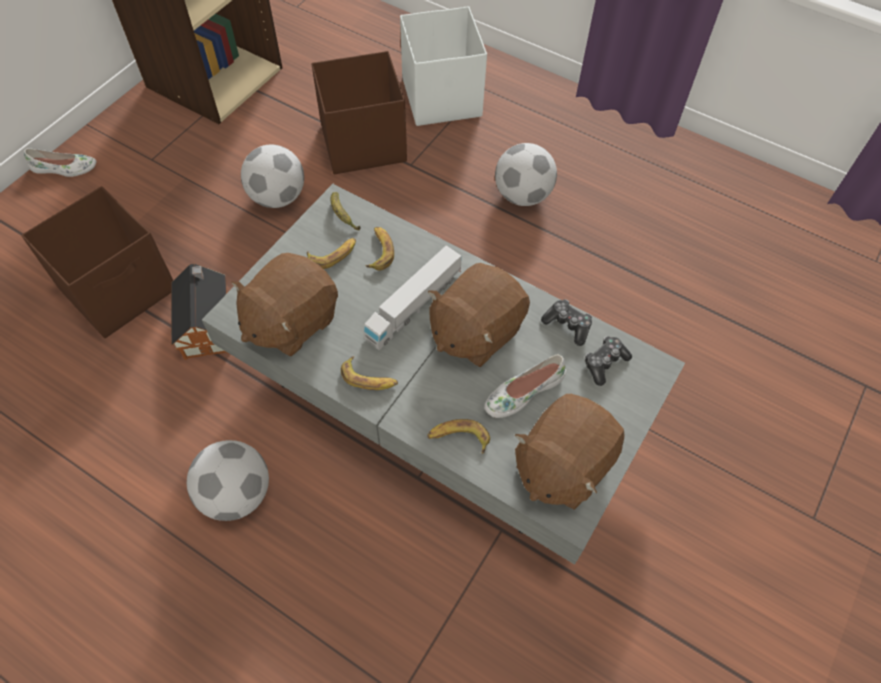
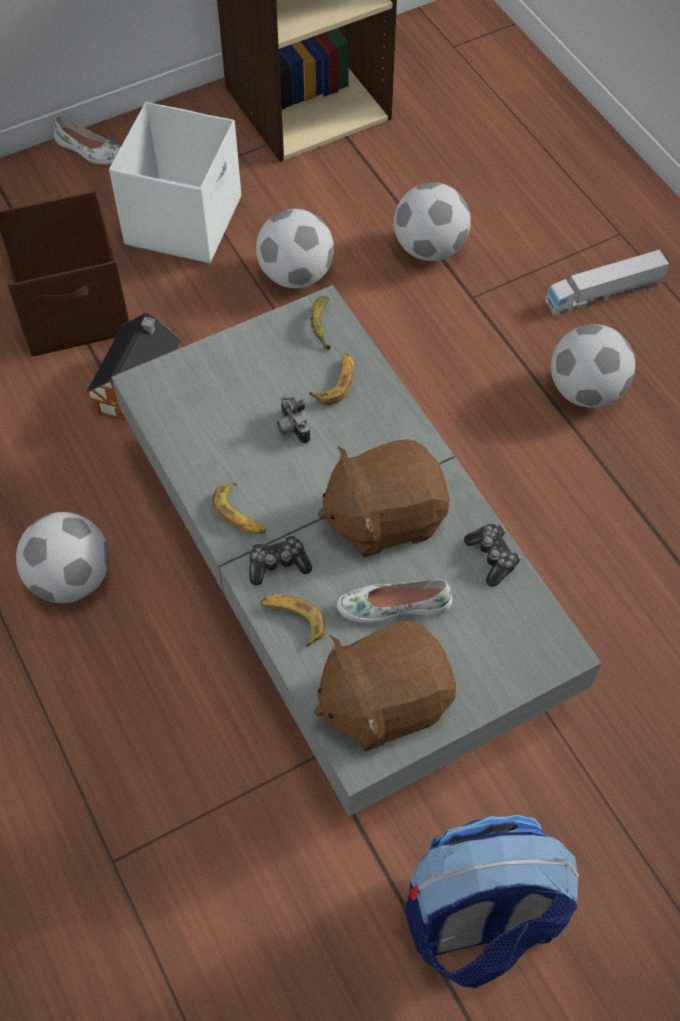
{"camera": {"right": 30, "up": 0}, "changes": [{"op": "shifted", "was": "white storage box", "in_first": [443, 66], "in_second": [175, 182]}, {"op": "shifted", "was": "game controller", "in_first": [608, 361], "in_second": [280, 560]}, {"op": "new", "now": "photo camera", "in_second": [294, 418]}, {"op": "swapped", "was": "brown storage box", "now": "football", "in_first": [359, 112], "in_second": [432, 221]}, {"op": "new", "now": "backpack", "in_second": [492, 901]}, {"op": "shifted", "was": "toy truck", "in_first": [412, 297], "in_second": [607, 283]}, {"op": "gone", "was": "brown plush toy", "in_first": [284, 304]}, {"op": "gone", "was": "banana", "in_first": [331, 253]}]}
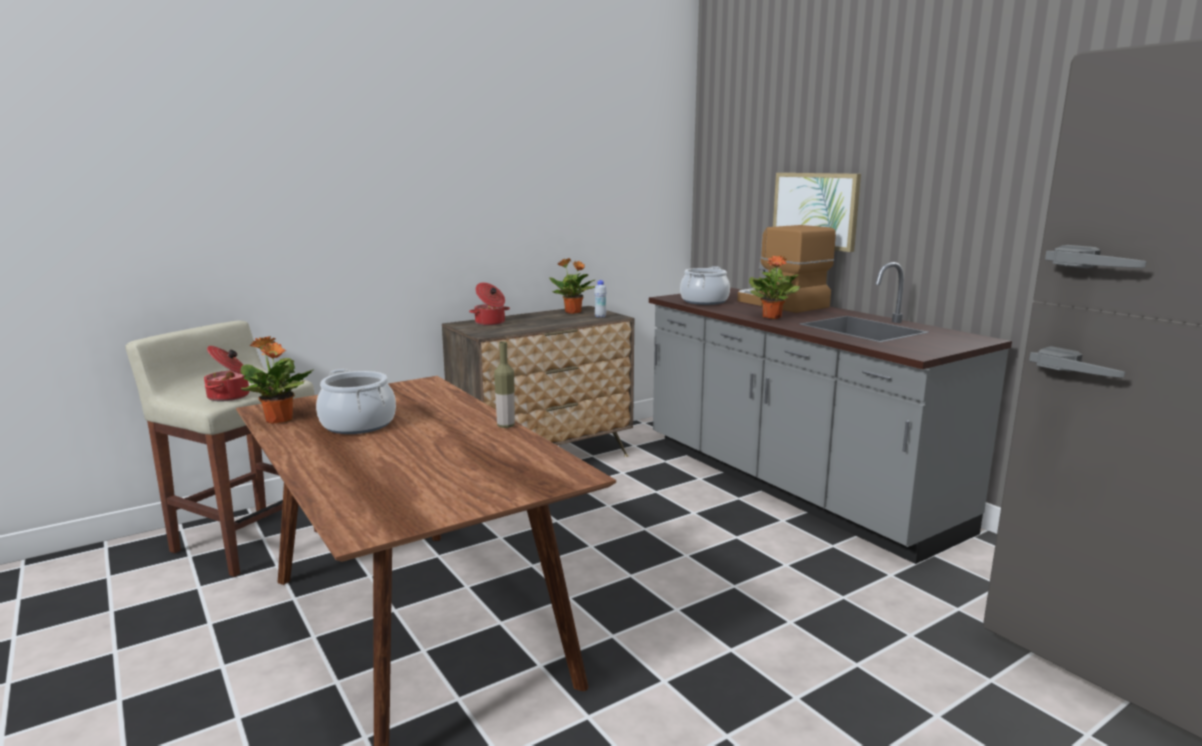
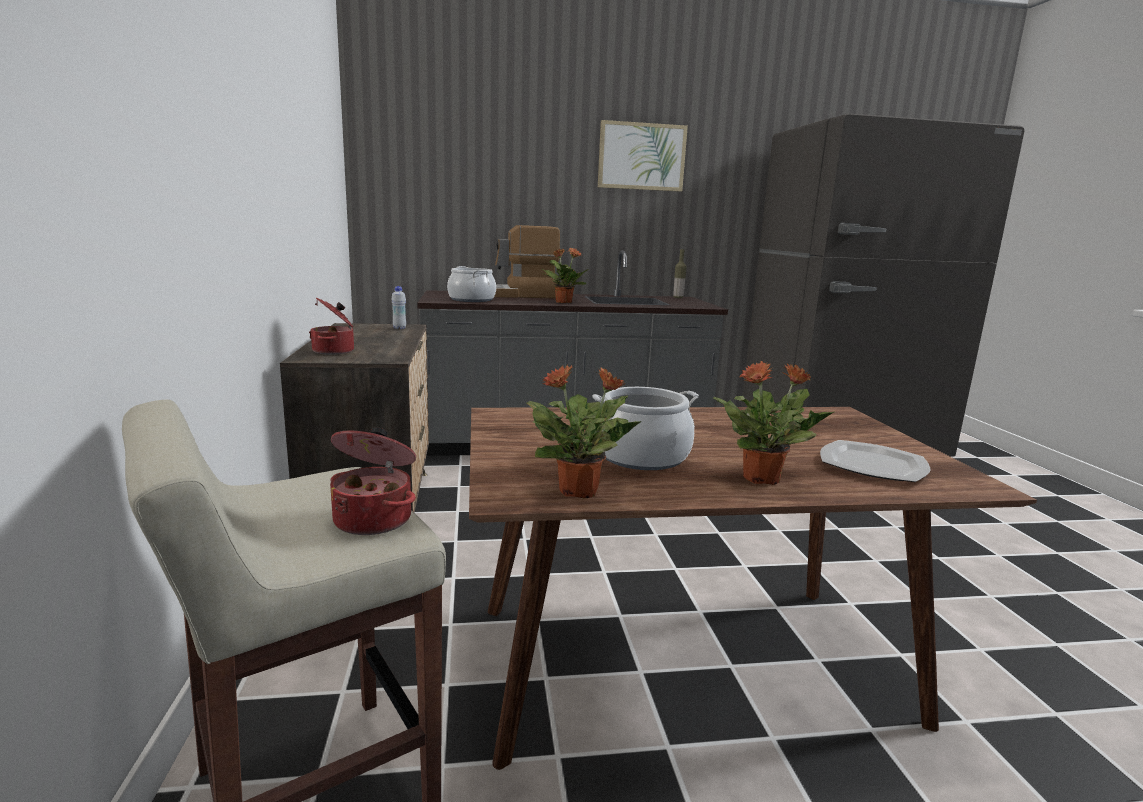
{"camera": {"right": -65, "up": 0}, "changes": [{"op": "shifted", "was": "picture", "in_first": [817, 212], "in_second": [643, 156]}, {"op": "shifted", "was": "bottle", "in_first": [504, 384], "in_second": [680, 273]}, {"op": "shifted", "was": "potted plant", "in_first": [572, 286], "in_second": [773, 423]}, {"op": "new", "now": "plate", "in_second": [875, 461]}]}
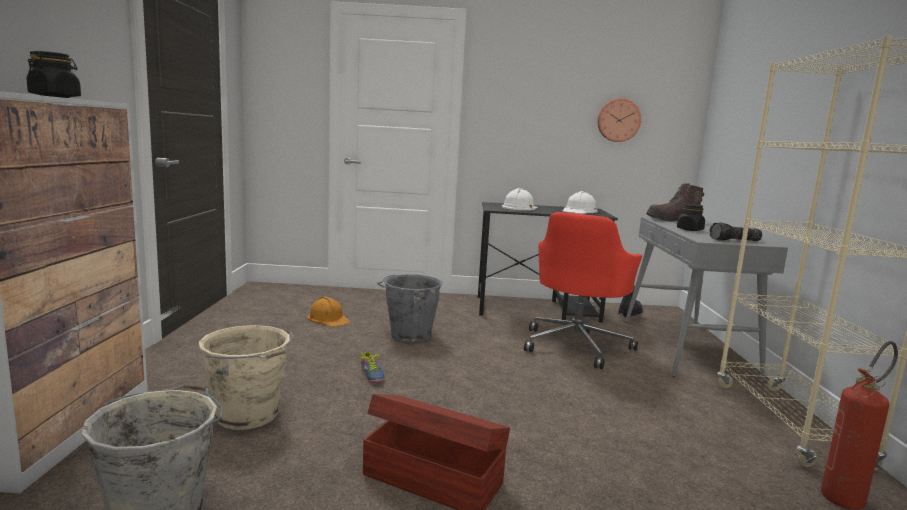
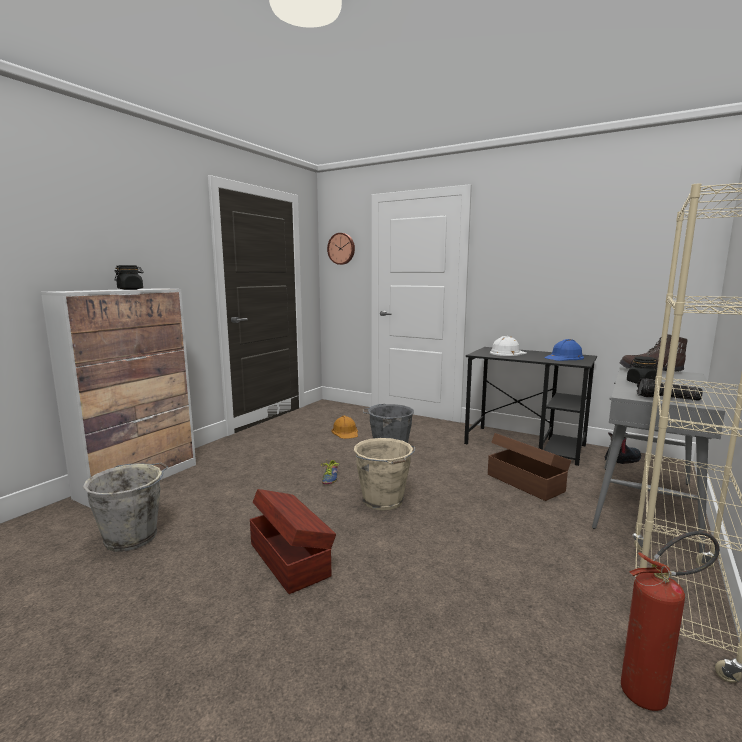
{"camera": {"right": 30, "up": 0}, "changes": [{"op": "shifted", "was": "wall clock", "in_first": [619, 120], "in_second": [341, 249]}, {"op": "shifted", "was": "beige bucket", "in_first": [245, 377], "in_second": [384, 474]}, {"op": "swapped", "was": "red office chair", "now": "brown storage box", "in_first": [583, 290], "in_second": [529, 467]}, {"op": "repainted", "was": "white hard hat", "now": "blue hard hat", "in_first": [580, 202], "in_second": [564, 350]}]}
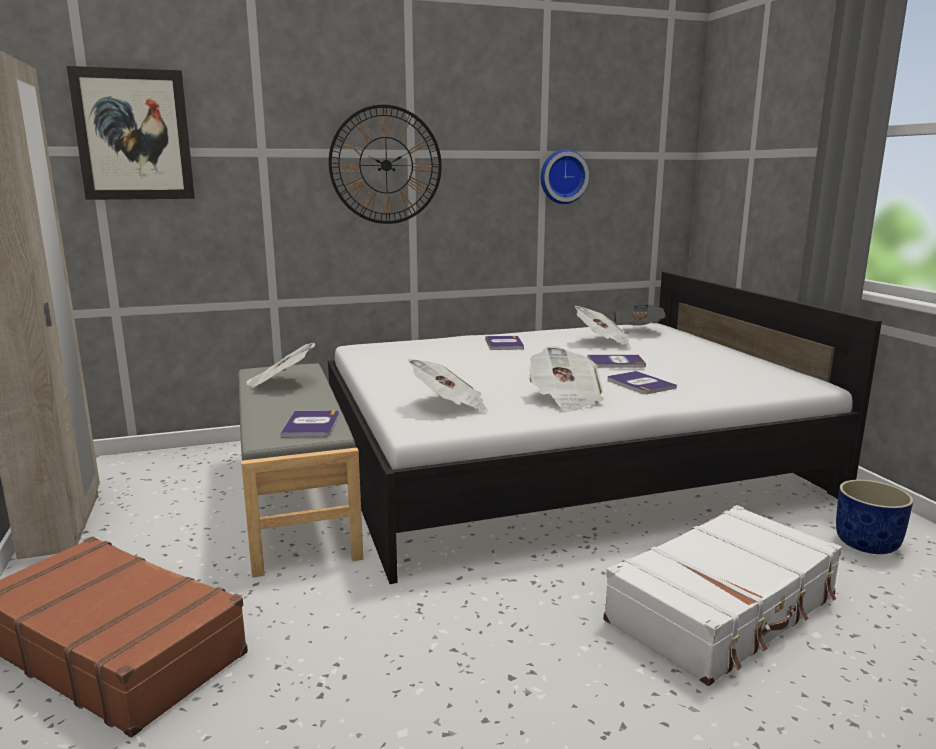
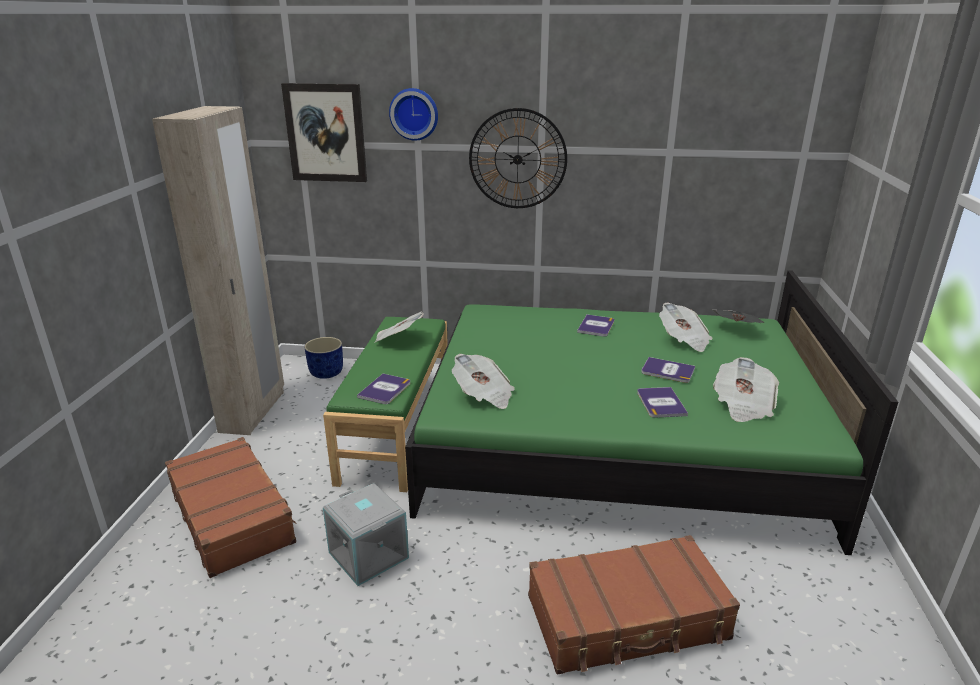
{"camera": {"right": 25, "up": 10}, "changes": [{"op": "shifted", "was": "blue planter", "in_first": [874, 517], "in_second": [323, 358]}, {"op": "repainted", "was": "grey bench", "now": "green bench", "in_first": [300, 470], "in_second": [385, 404]}, {"op": "new", "now": "grey storage box", "in_second": [366, 534]}, {"op": "shifted", "was": "wall clock", "in_first": [565, 176], "in_second": [413, 114]}, {"op": "repainted", "was": "white bed", "now": "green bed", "in_first": [605, 428], "in_second": [651, 412]}, {"op": "repainted", "was": "white suitcase", "now": "brown suitcase", "in_first": [722, 595], "in_second": [634, 605]}, {"op": "shifted", "was": "newspaper", "in_first": [566, 379], "in_second": [746, 389]}]}
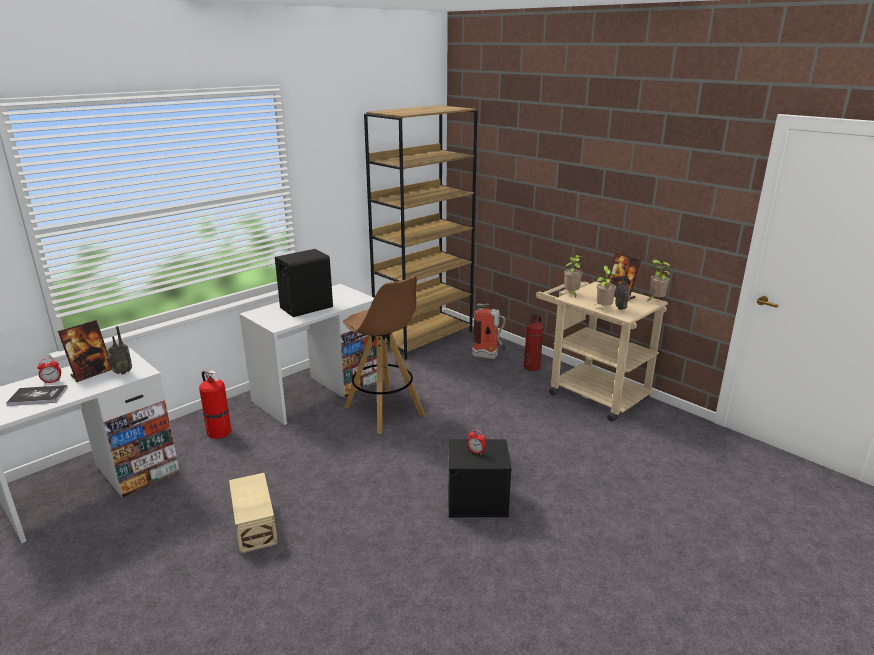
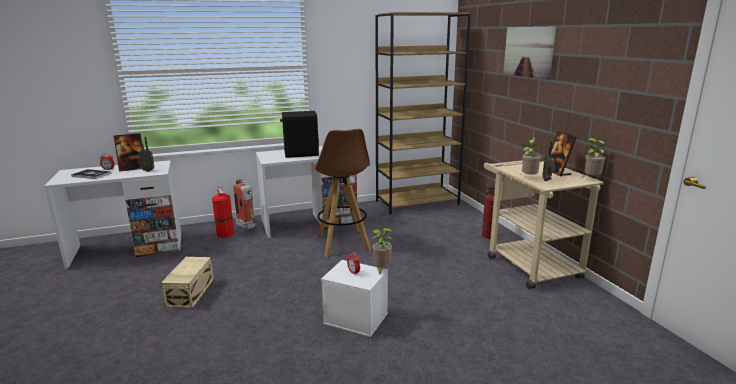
{"camera": {"right": 25, "up": -5}, "changes": [{"op": "shifted", "was": "fire extinguisher", "in_first": [490, 331], "in_second": [245, 204]}, {"op": "repainted", "was": "black storage box", "now": "white storage box", "in_first": [480, 478], "in_second": [354, 298]}, {"op": "shifted", "was": "potted plant", "in_first": [573, 276], "in_second": [382, 251]}, {"op": "new", "now": "picture", "in_second": [529, 53]}]}
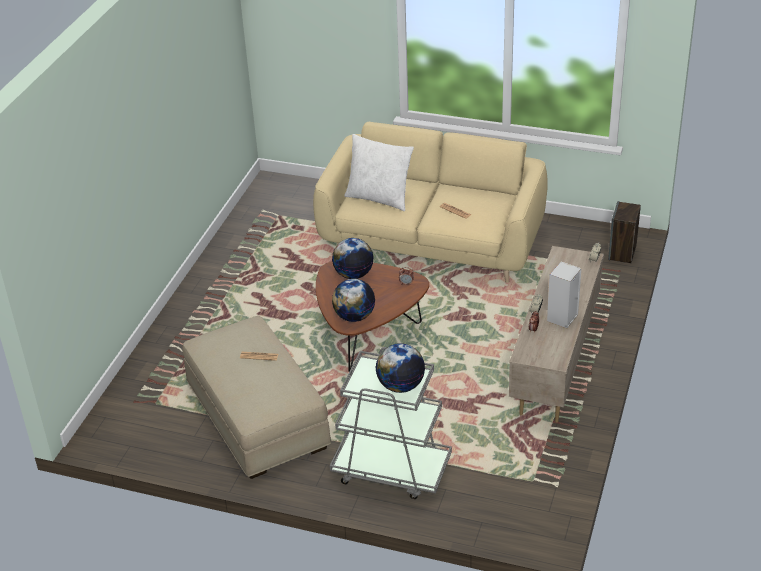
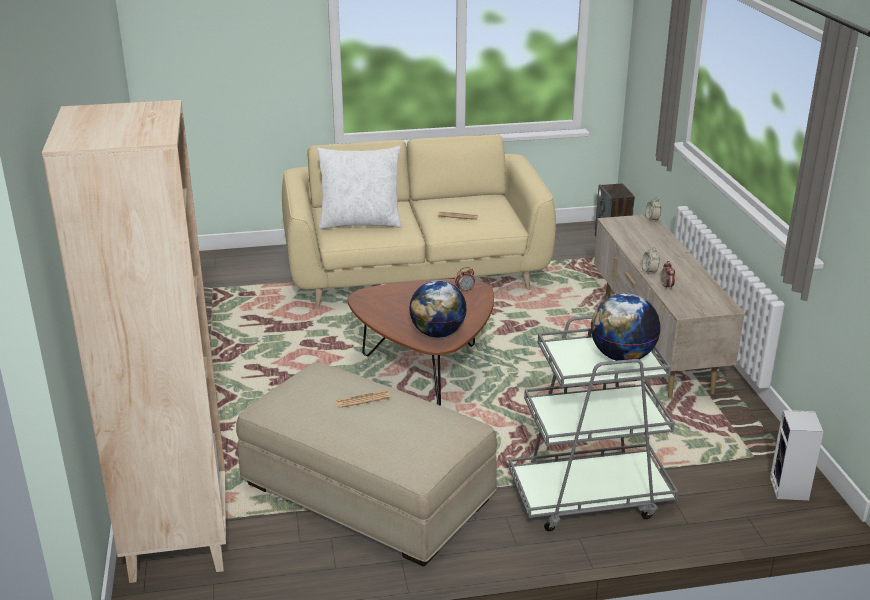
{"camera": {"right": -30, "up": -10}, "changes": [{"op": "new", "now": "beige bookcase", "in_second": [134, 341]}, {"op": "shifted", "was": "speaker", "in_first": [564, 295], "in_second": [797, 455]}, {"op": "gone", "was": "globe", "in_first": [353, 258]}]}
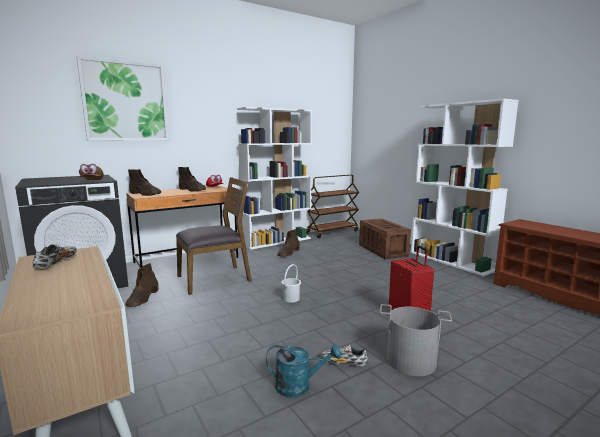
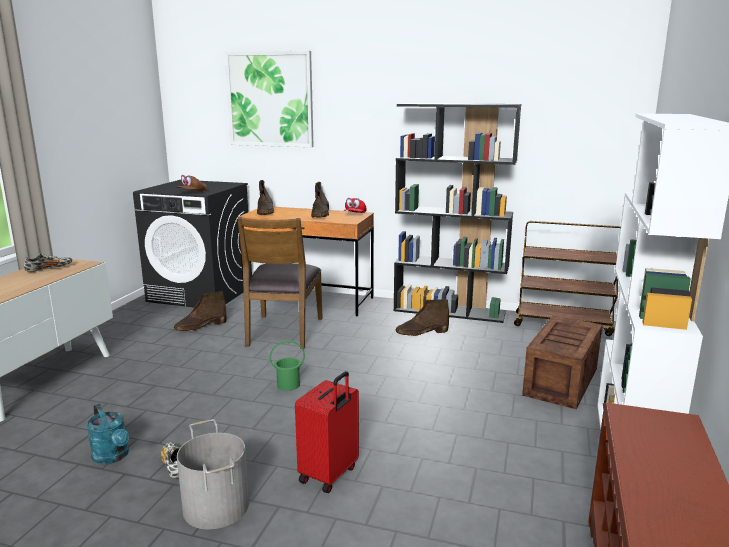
{"camera": {"right": 50, "up": 5}, "changes": [{"op": "rotated", "was": "brown chair", "in_first": [214, 236], "in_second": [280, 283], "clockwise": 75}, {"op": "repainted", "was": "white bucket", "now": "green bucket", "in_first": [291, 283], "in_second": [287, 366]}, {"op": "repainted", "was": "white bookcase", "now": "black bookcase", "in_first": [274, 178], "in_second": [457, 213]}]}
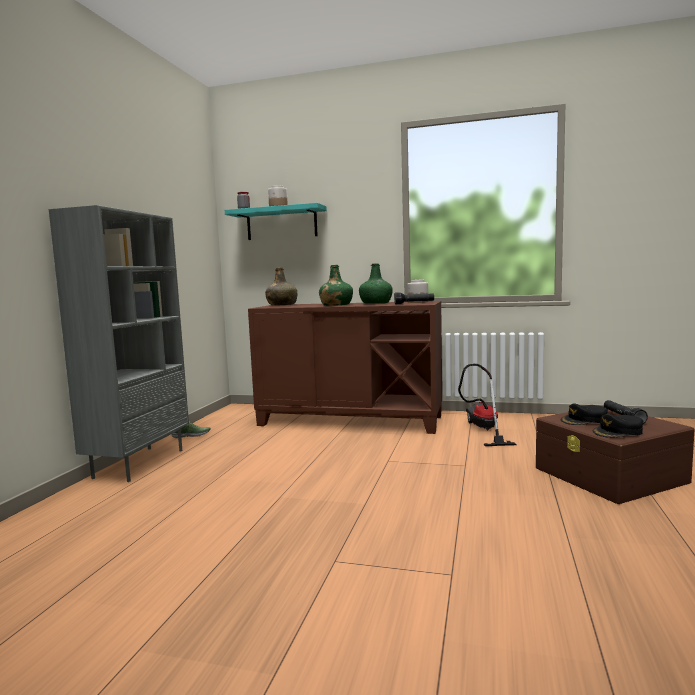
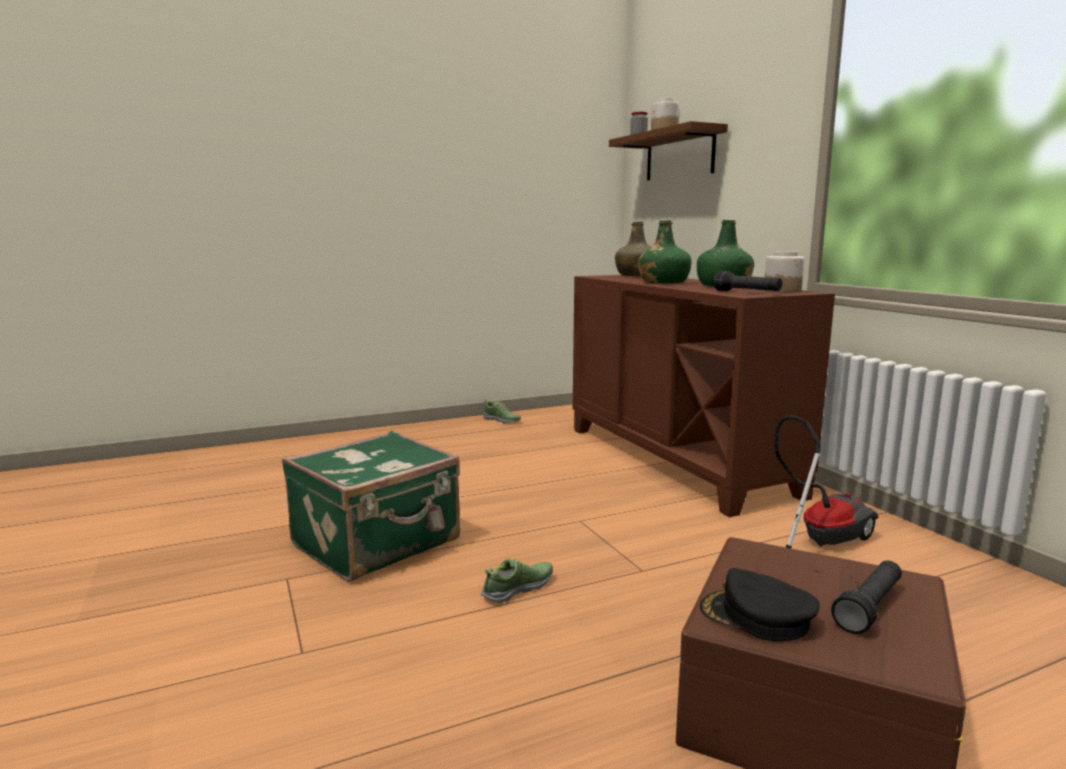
{"camera": {"right": 50, "up": 5}, "changes": [{"op": "new", "now": "green suitcase", "in_second": [371, 506]}, {"op": "new", "now": "shoe", "in_second": [517, 581]}, {"op": "repainted", "was": "turquoise shelf", "now": "brown shelf", "in_first": [276, 221], "in_second": [668, 151]}, {"op": "gone", "was": "grey bookcase", "in_first": [119, 343]}, {"op": "gone", "was": "black cap", "in_first": [584, 414]}]}
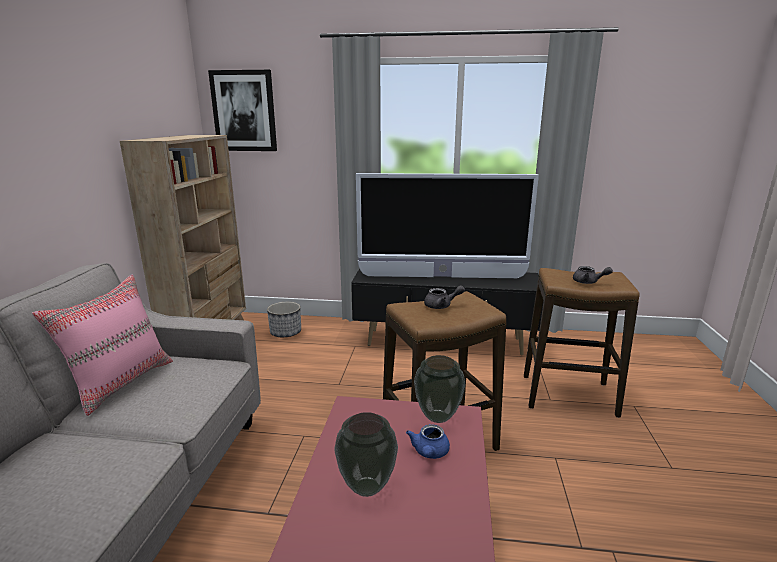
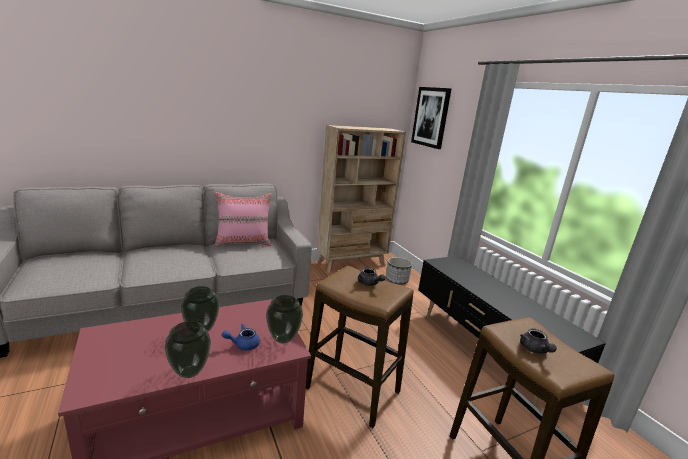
{"camera": {"right": 55, "up": 0}, "changes": [{"op": "new", "now": "vase", "in_second": [187, 349]}, {"op": "gone", "was": "television", "in_first": [447, 225]}]}
